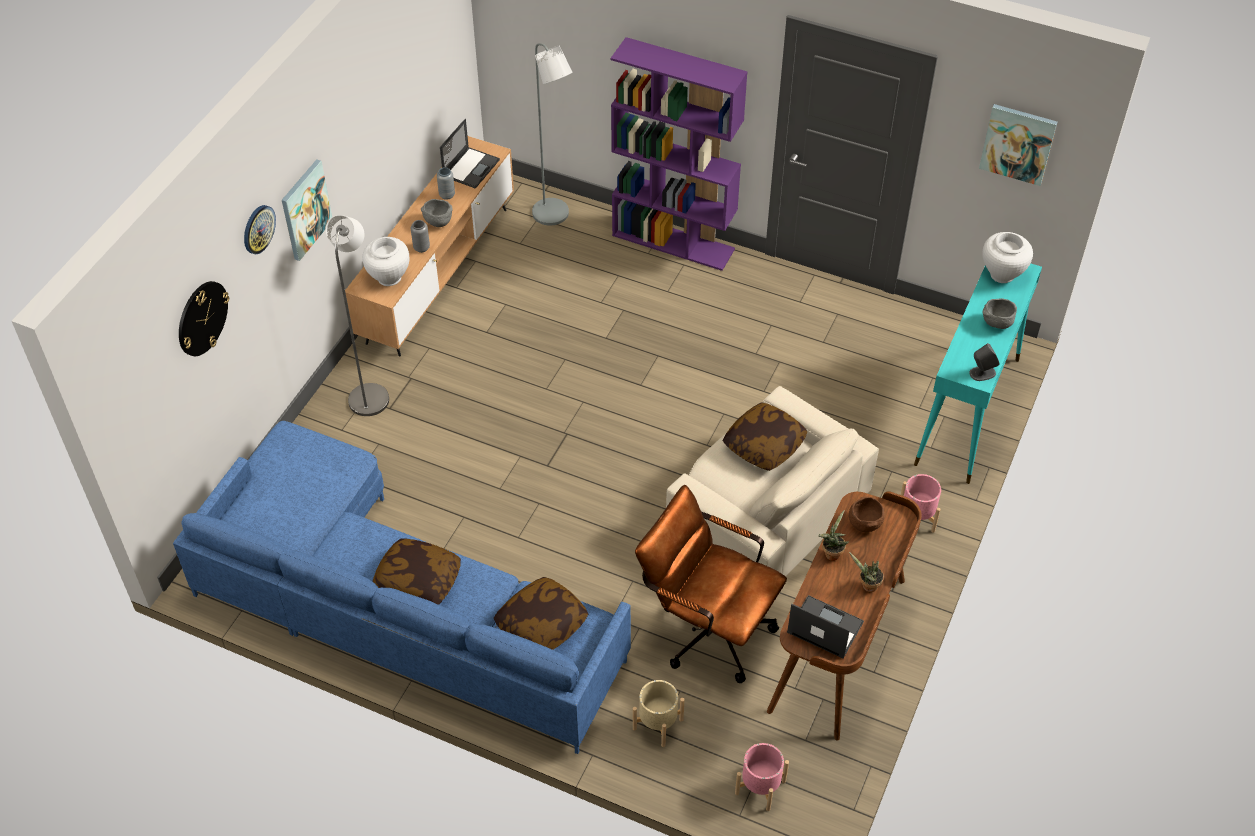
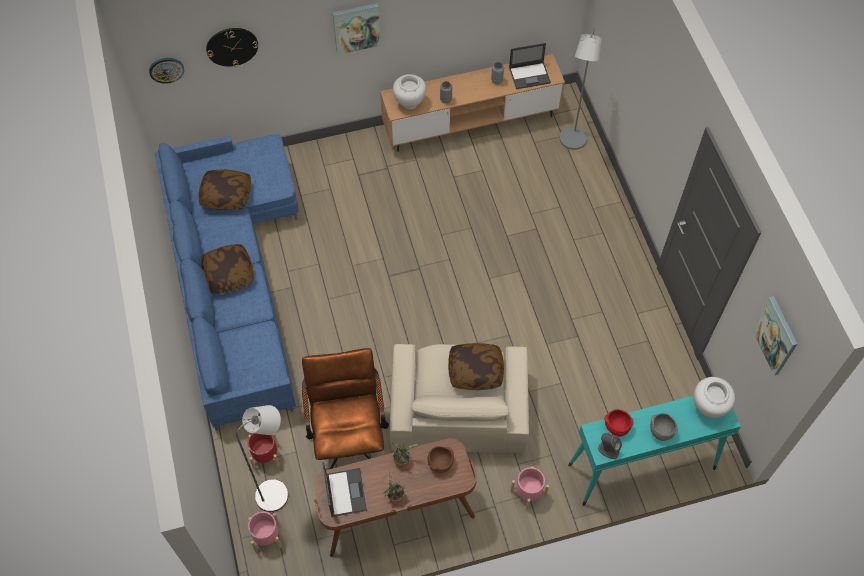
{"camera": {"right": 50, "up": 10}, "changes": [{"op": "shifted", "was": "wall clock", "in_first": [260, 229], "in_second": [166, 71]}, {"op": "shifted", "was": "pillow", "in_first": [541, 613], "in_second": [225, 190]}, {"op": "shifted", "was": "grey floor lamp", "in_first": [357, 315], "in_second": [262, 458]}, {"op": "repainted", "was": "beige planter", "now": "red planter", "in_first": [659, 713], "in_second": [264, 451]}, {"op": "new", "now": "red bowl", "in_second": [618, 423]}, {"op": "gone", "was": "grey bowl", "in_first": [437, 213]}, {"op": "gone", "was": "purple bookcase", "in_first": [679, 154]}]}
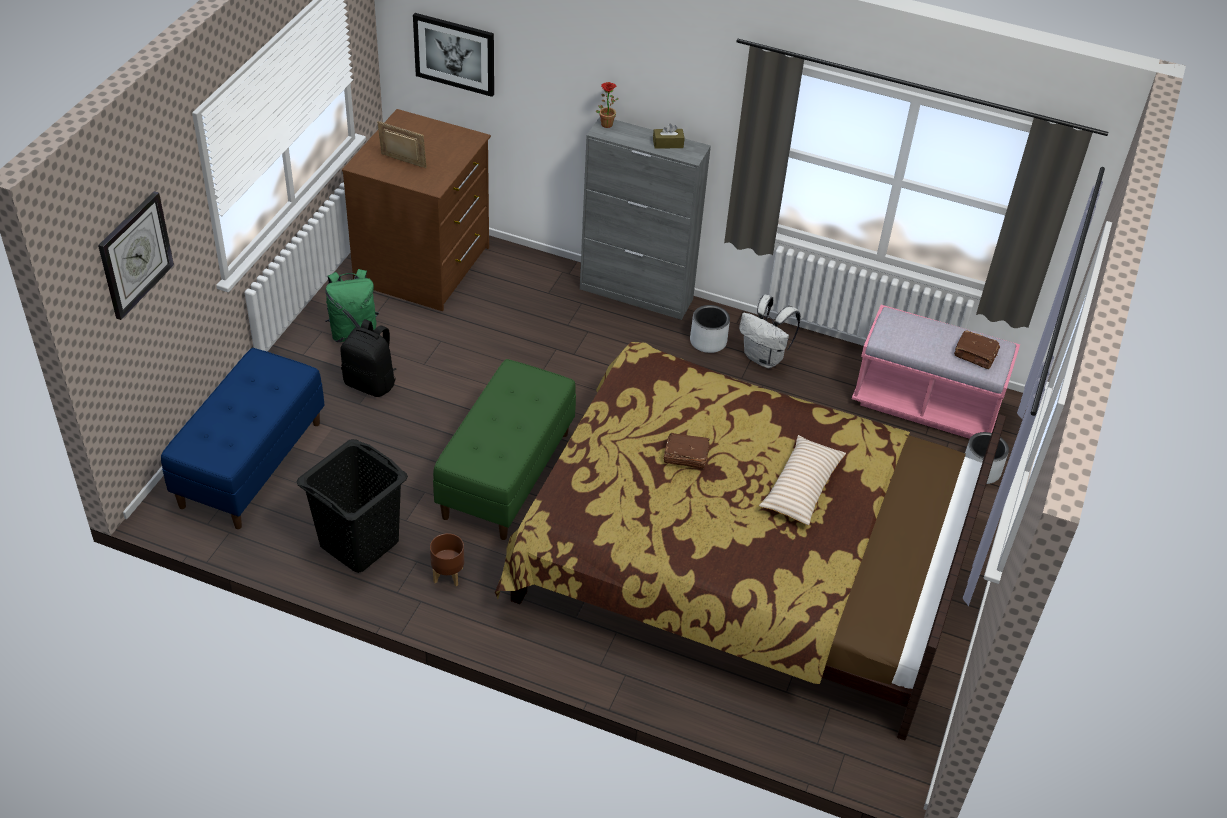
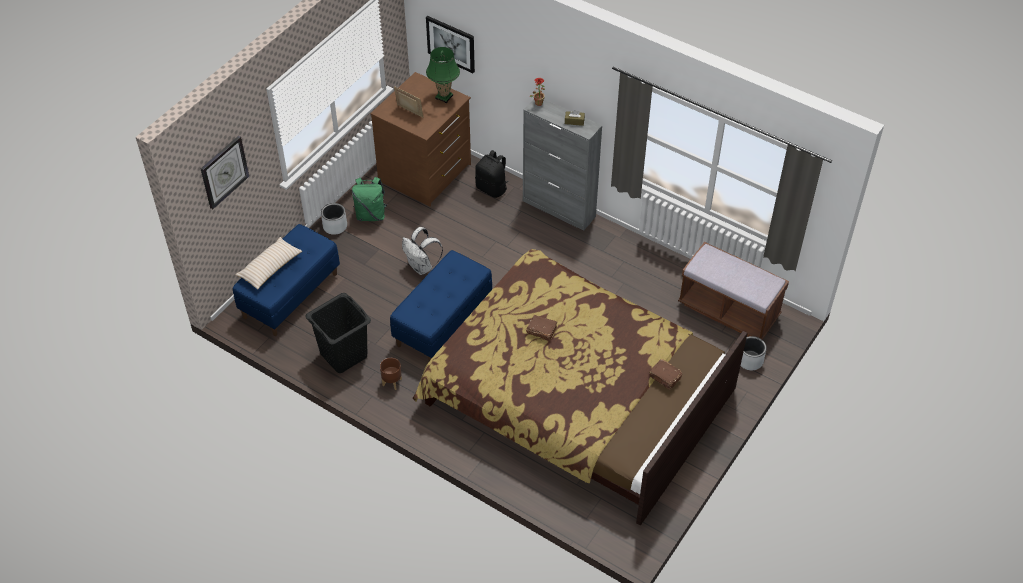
{"camera": {"right": 15, "up": 5}, "changes": [{"op": "shifted", "was": "beige pillow", "in_first": [802, 480], "in_second": [268, 263]}, {"op": "shifted", "was": "grey planter", "in_first": [710, 329], "in_second": [334, 219]}, {"op": "repainted", "was": "green bench", "now": "blue bench", "in_first": [504, 449], "in_second": [441, 305]}, {"op": "shifted", "was": "white backpack", "in_first": [770, 331], "in_second": [422, 251]}, {"op": "new", "now": "green table lamp", "in_second": [443, 75]}, {"op": "shifted", "was": "black backpack", "in_first": [368, 358], "in_second": [492, 174]}, {"op": "shifted", "was": "brown book", "in_first": [977, 349], "in_second": [665, 374]}, {"op": "repainted", "was": "pink bench", "now": "brown bench", "in_first": [936, 372], "in_second": [733, 291]}]}
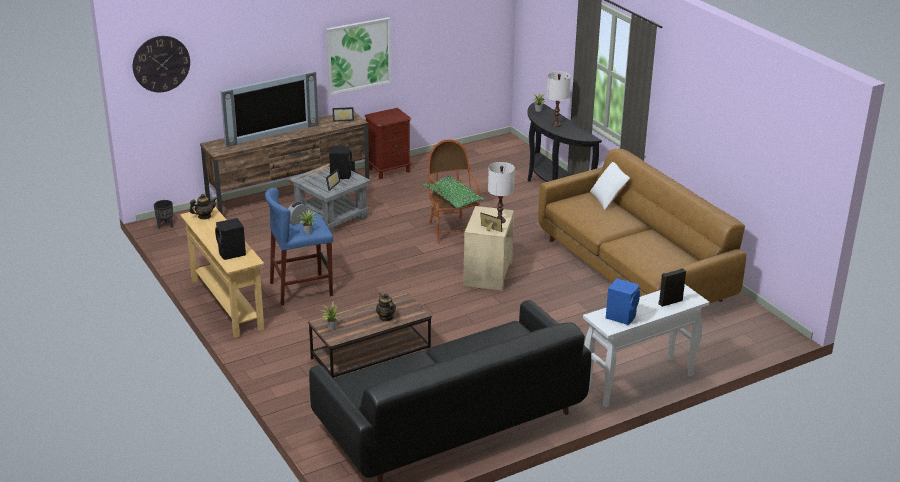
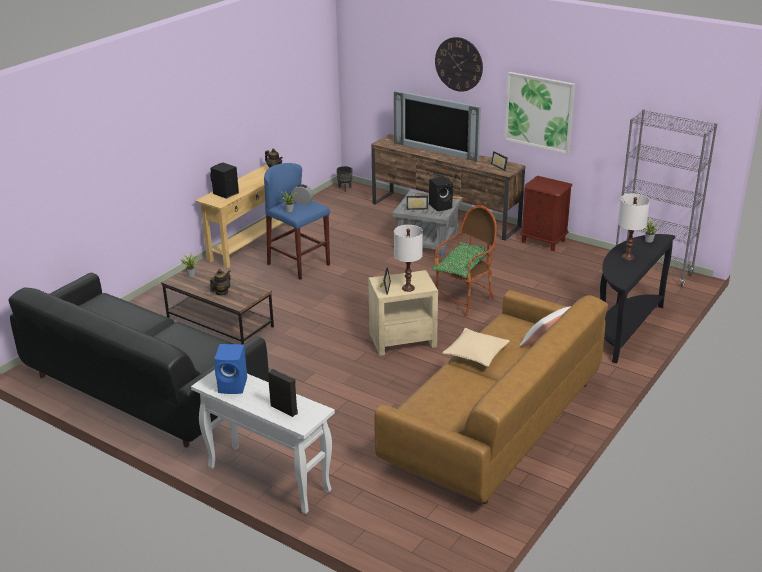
{"camera": {"right": 65, "up": 0}, "changes": [{"op": "shifted", "was": "wall clock", "in_first": [161, 64], "in_second": [459, 64]}, {"op": "new", "now": "beige pillow", "in_second": [476, 347]}, {"op": "new", "now": "grey bookcase", "in_second": [666, 198]}]}
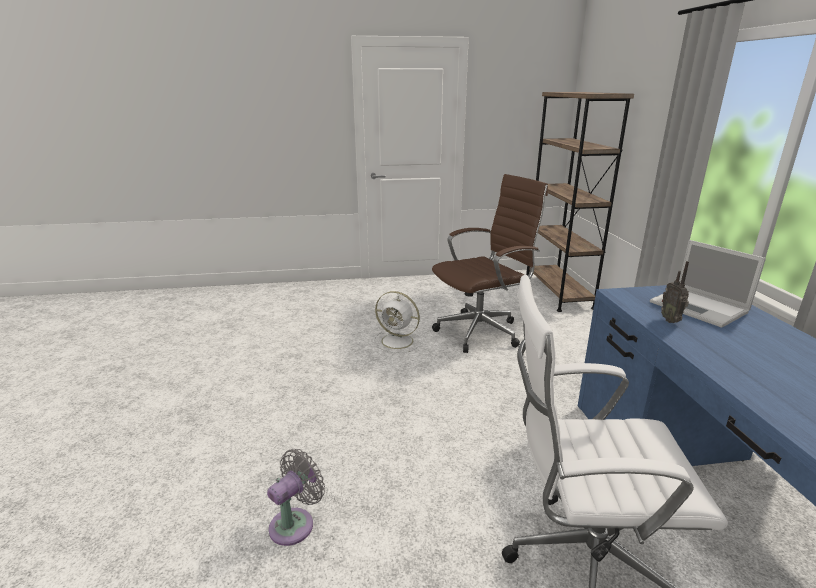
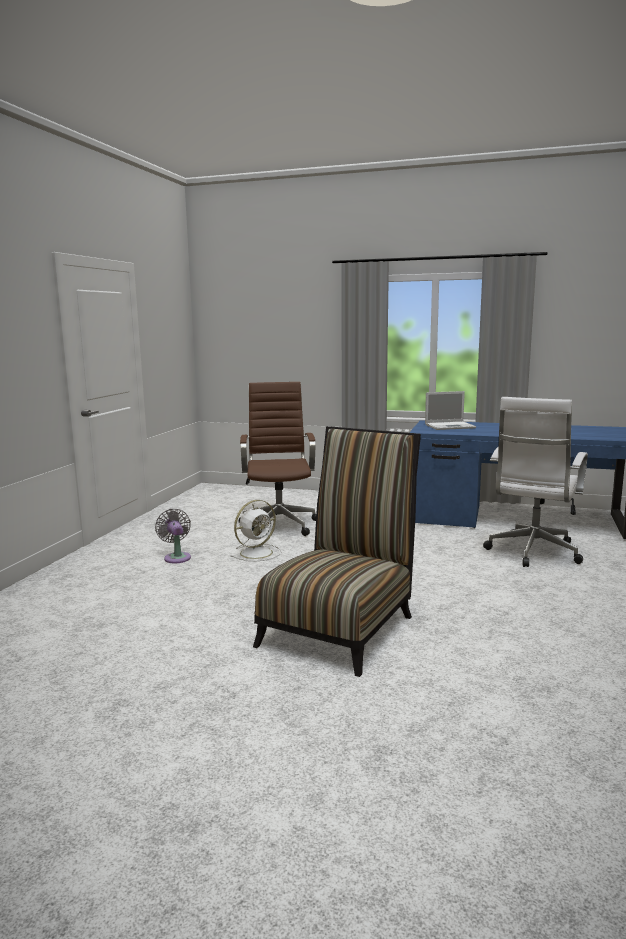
{"camera": {"right": -65, "up": -10}, "changes": [{"op": "shifted", "was": "grey fan", "in_first": [296, 497], "in_second": [173, 536]}, {"op": "new", "now": "chair", "in_second": [337, 551]}, {"op": "gone", "was": "brown bookcase", "in_first": [580, 202]}, {"op": "gone", "was": "radio", "in_first": [675, 292]}]}
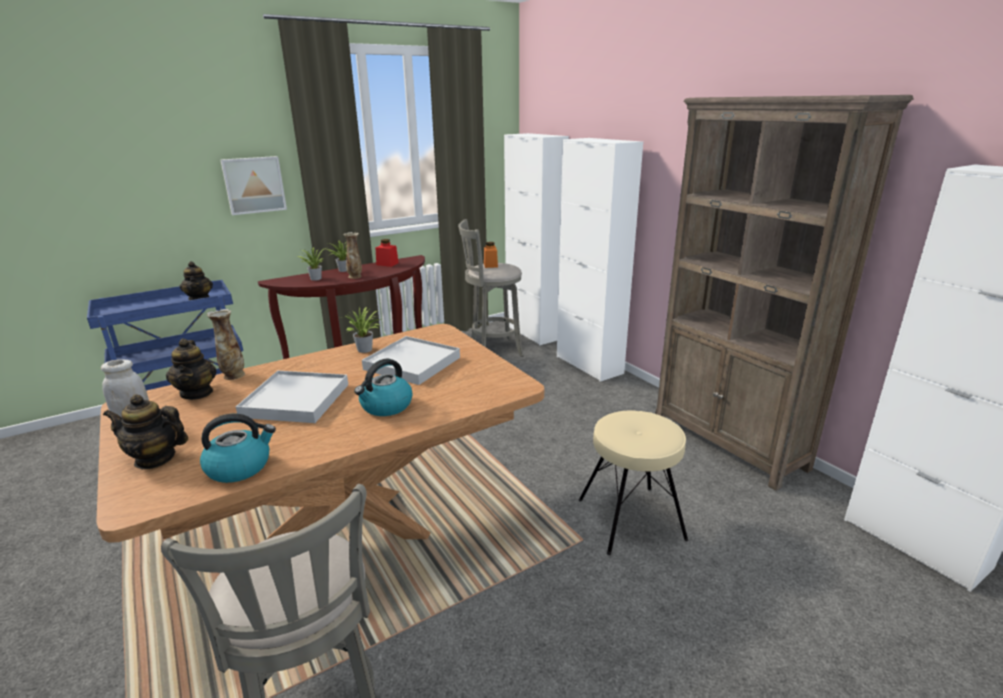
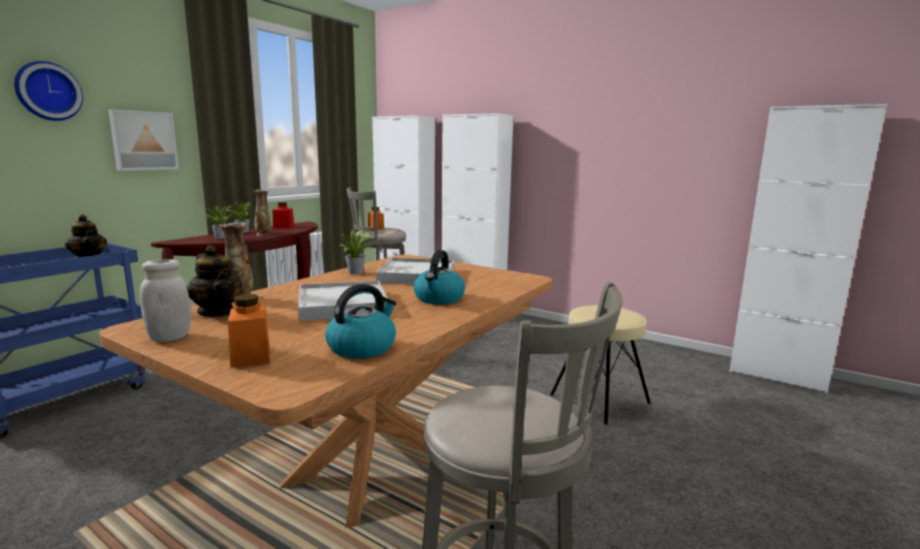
{"camera": {"right": -25, "up": -10}, "changes": [{"op": "new", "now": "wall clock", "in_second": [48, 91]}, {"op": "swapped", "was": "teapot", "now": "orange jar", "in_first": [145, 431], "in_second": [249, 331]}, {"op": "gone", "was": "brown bookcase", "in_first": [784, 293]}]}
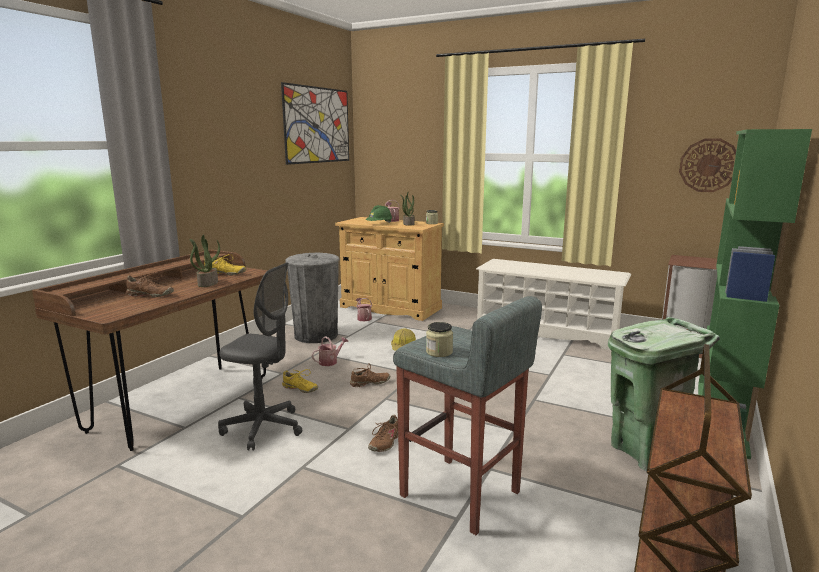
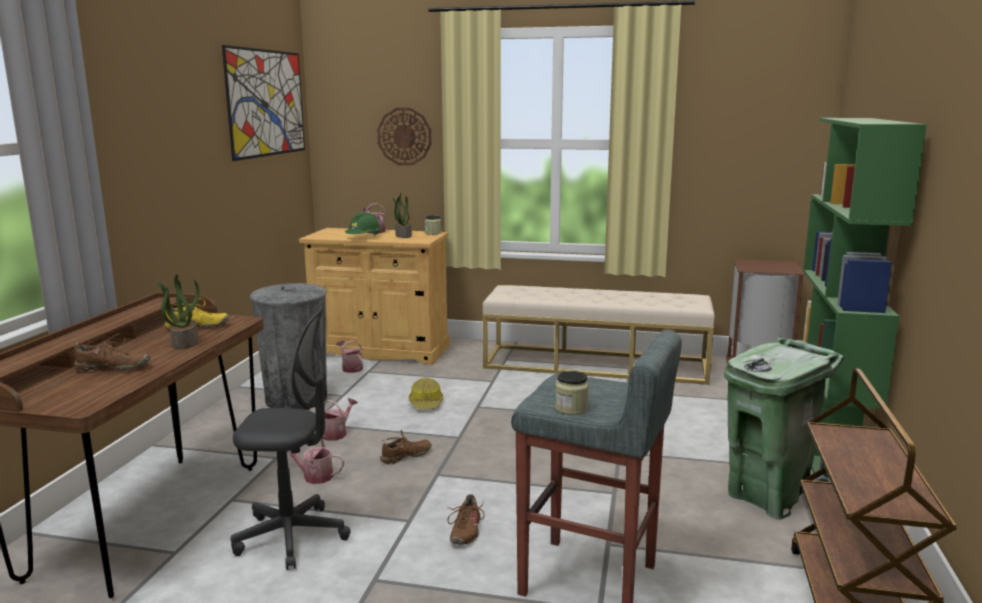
{"camera": {"right": -15, "up": 0}, "changes": [{"op": "swapped", "was": "yellow shoe", "now": "watering can", "in_first": [300, 381], "in_second": [315, 461]}, {"op": "shifted", "was": "wall clock", "in_first": [707, 165], "in_second": [404, 136]}, {"op": "swapped", "was": "white shoe rack", "now": "beige bench", "in_first": [553, 305], "in_second": [599, 335]}]}
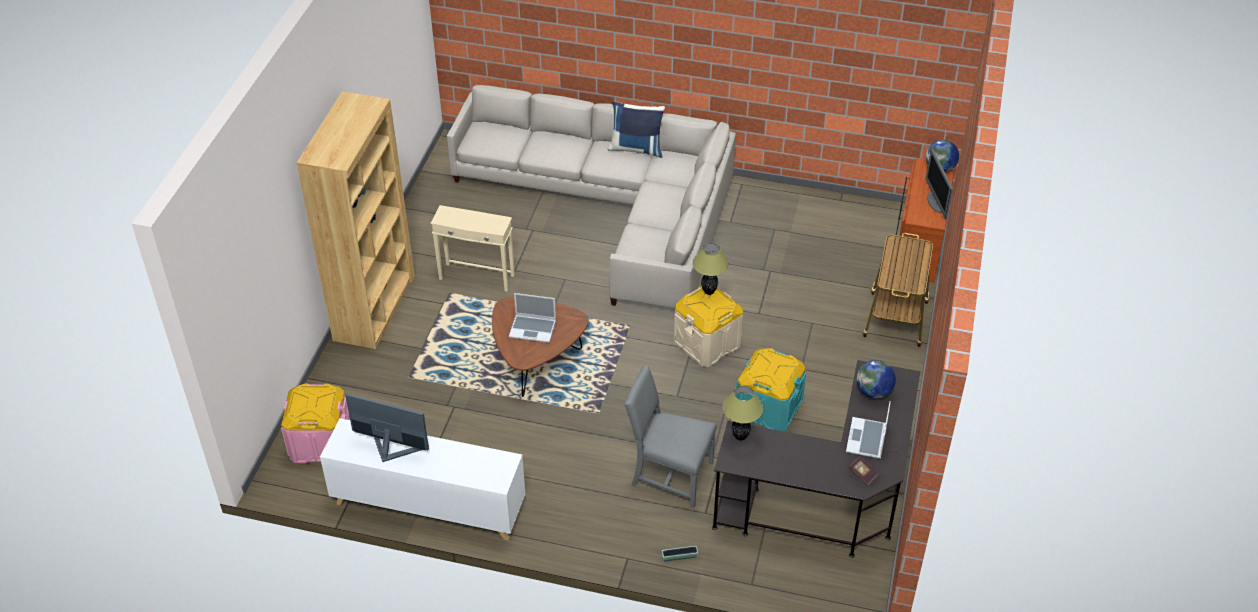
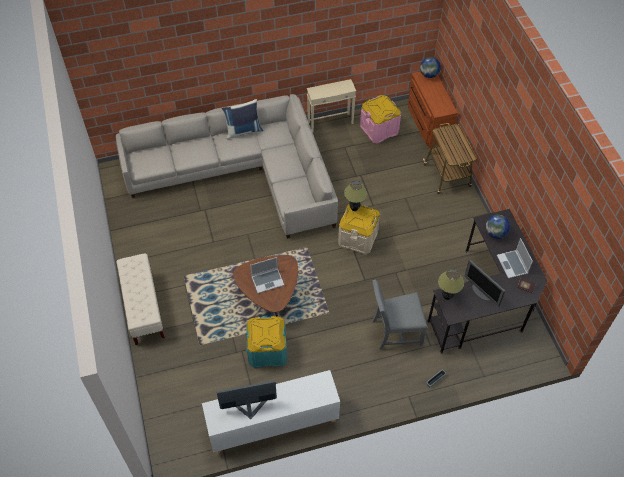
{"camera": {"right": -30, "up": 10}, "changes": [{"op": "swapped", "was": "brown bookcase", "now": "beige bench", "in_first": [356, 220], "in_second": [140, 299]}, {"op": "shifted", "was": "turquoise storage box", "in_first": [771, 390], "in_second": [266, 342]}, {"op": "shifted", "was": "beige side table", "in_first": [473, 248], "in_second": [331, 106]}, {"op": "shifted", "was": "pink storage box", "in_first": [315, 423], "in_second": [380, 119]}, {"op": "shifted", "was": "monitor", "in_first": [939, 184], "in_second": [484, 283]}]}
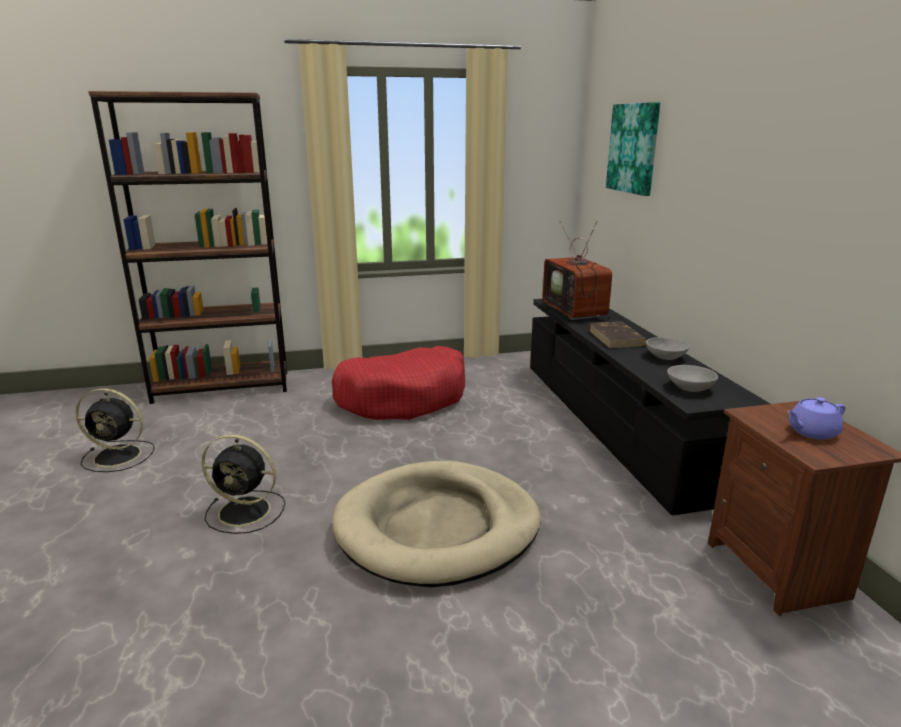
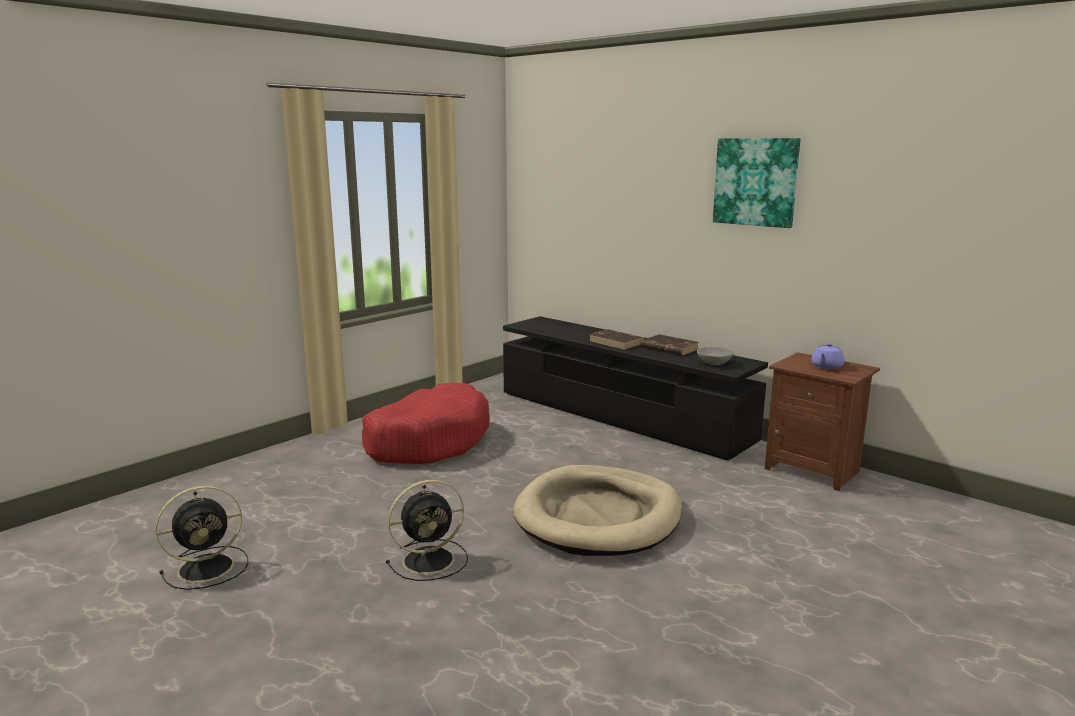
{"camera": {"right": -35, "up": -5}, "changes": [{"op": "swapped", "was": "grey bowl", "now": "brown book", "in_first": [668, 348], "in_second": [670, 345]}, {"op": "shifted", "was": "picture", "in_first": [633, 149], "in_second": [757, 183]}, {"op": "gone", "was": "brown bookcase", "in_first": [187, 247]}, {"op": "gone", "was": "television", "in_first": [577, 271]}]}
